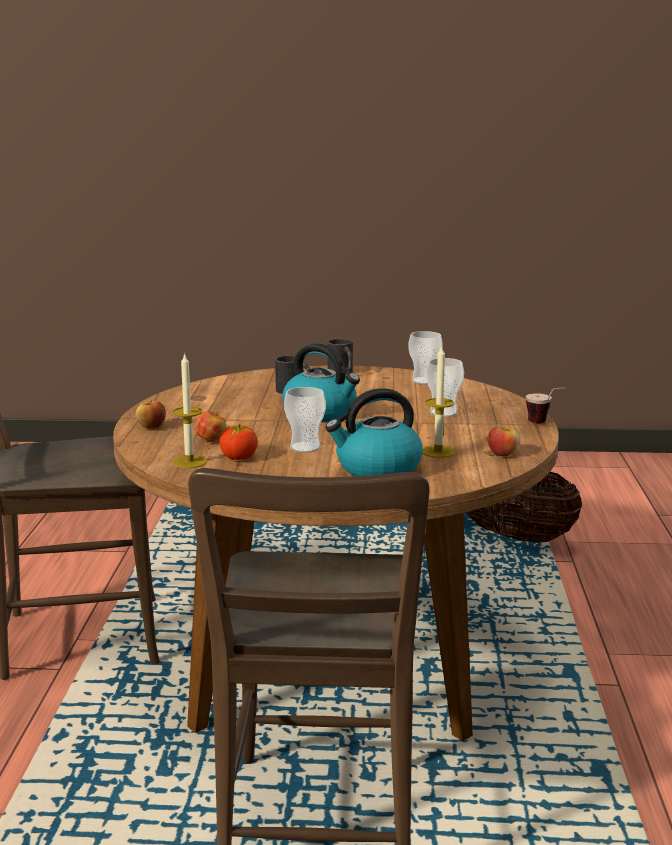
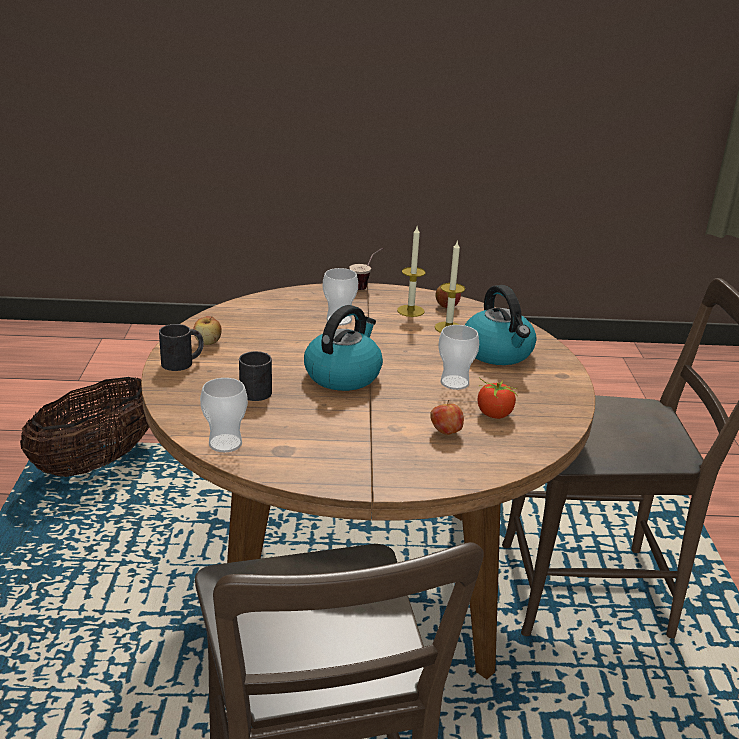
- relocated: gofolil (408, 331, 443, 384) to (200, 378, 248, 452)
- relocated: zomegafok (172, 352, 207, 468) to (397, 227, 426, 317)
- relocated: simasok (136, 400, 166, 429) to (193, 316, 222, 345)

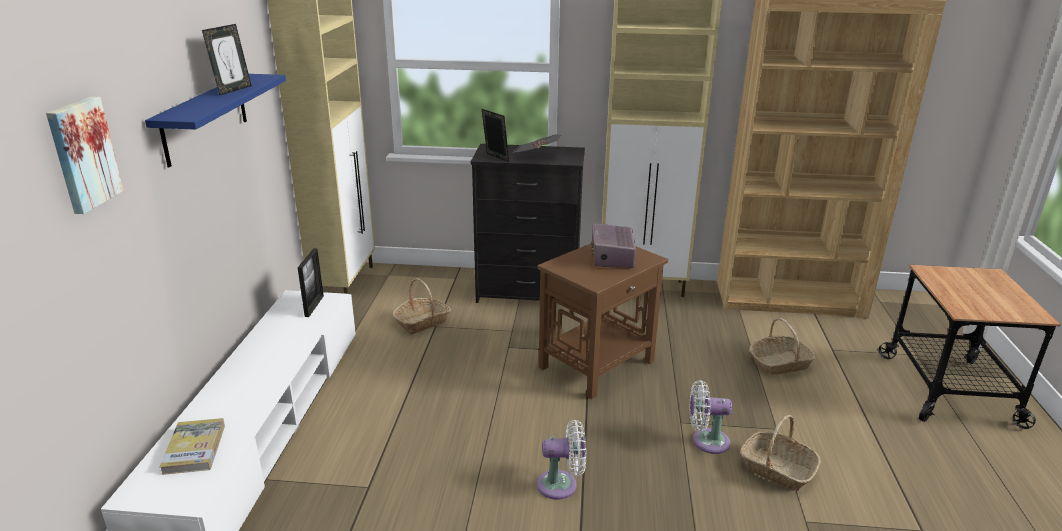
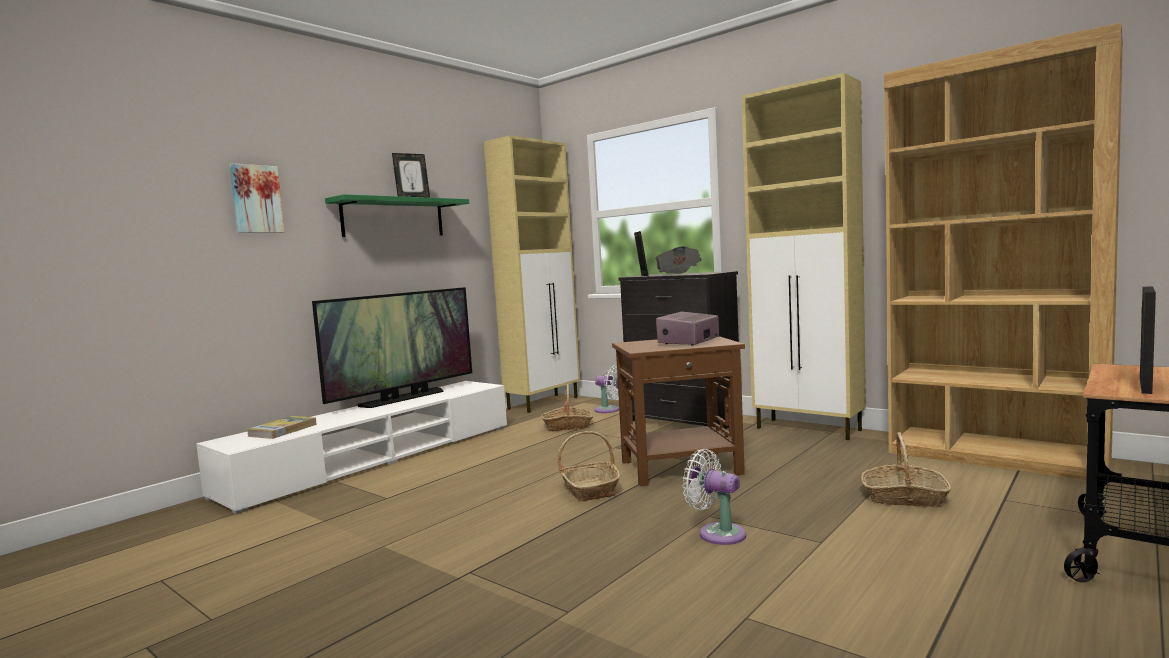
- colour: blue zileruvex (145, 74, 286, 167) to green zileruvex (325, 194, 469, 237)
- relocated: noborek (298, 248, 324, 317) to (1140, 287, 1156, 394)
- relocated: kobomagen (740, 415, 820, 491) to (557, 431, 620, 501)
- relocated: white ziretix (537, 420, 586, 500) to (595, 365, 619, 413)
- appeared: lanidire (312, 287, 472, 408)

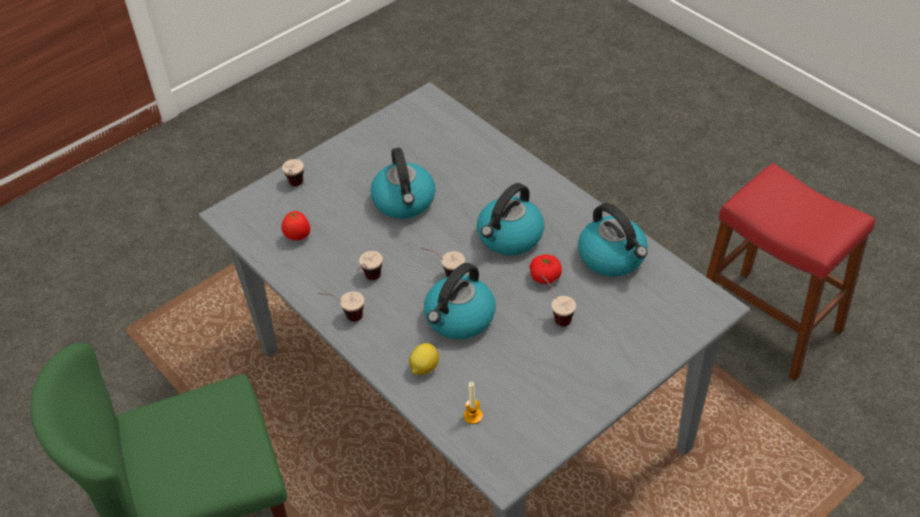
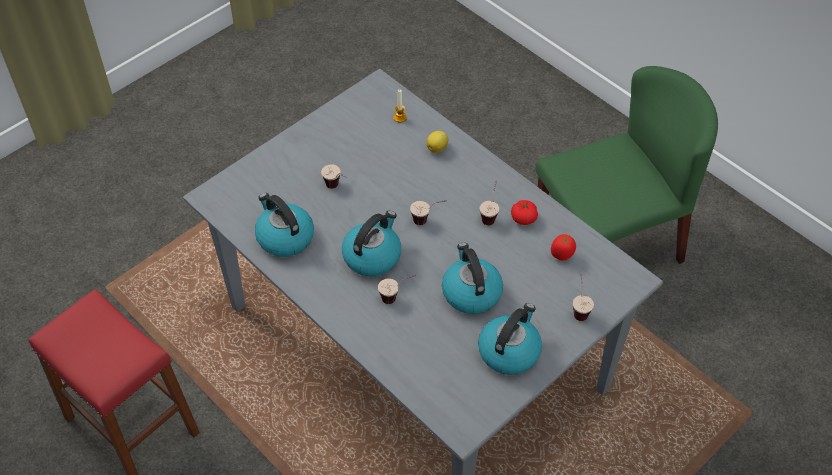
- relocated: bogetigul (530, 254, 562, 284) to (511, 200, 538, 225)
- relocated: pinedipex (424, 263, 496, 339) to (478, 303, 542, 375)
- relocated: gofolil (318, 291, 364, 322) to (378, 275, 416, 304)

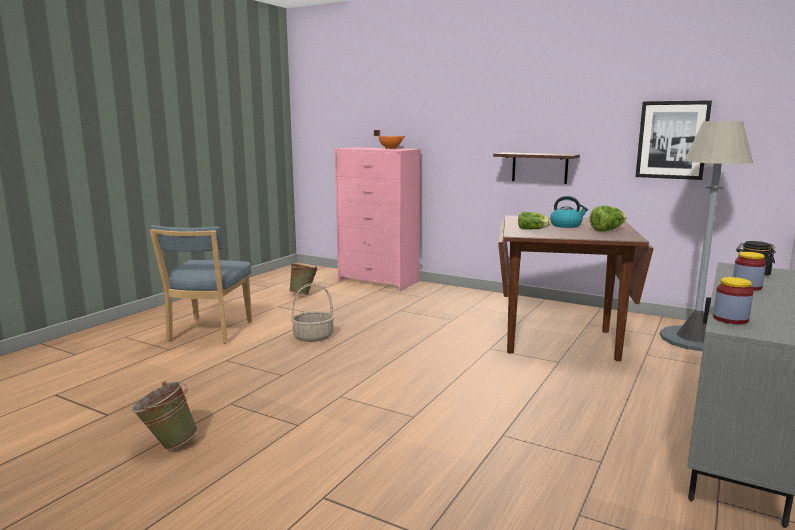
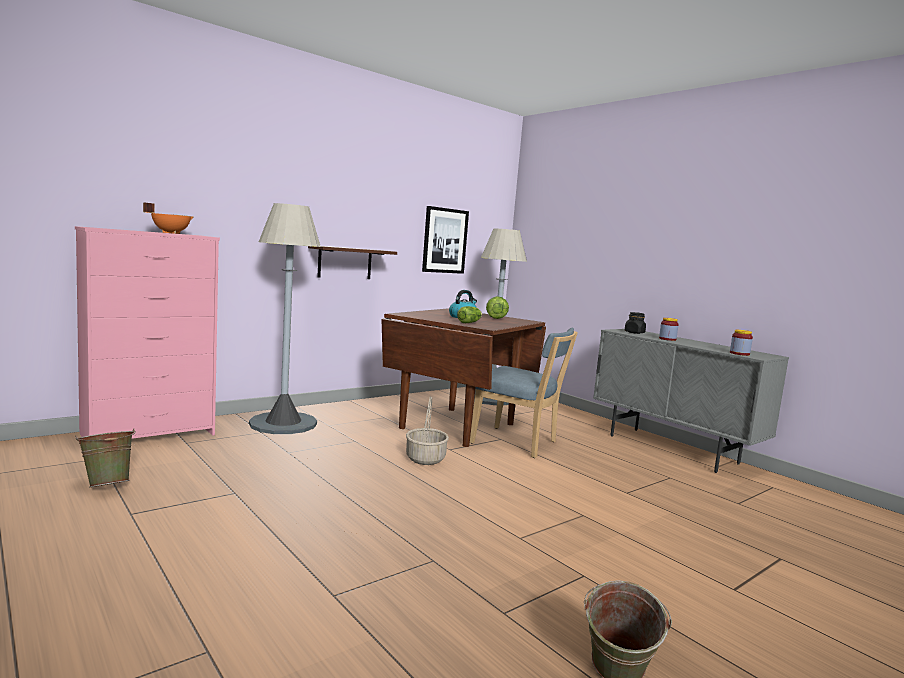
- relocated: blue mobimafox (149, 225, 252, 344) to (470, 327, 578, 458)
- relocated: kobomagen (291, 283, 335, 342) to (406, 396, 449, 465)
- appeared: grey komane (249, 203, 321, 434)

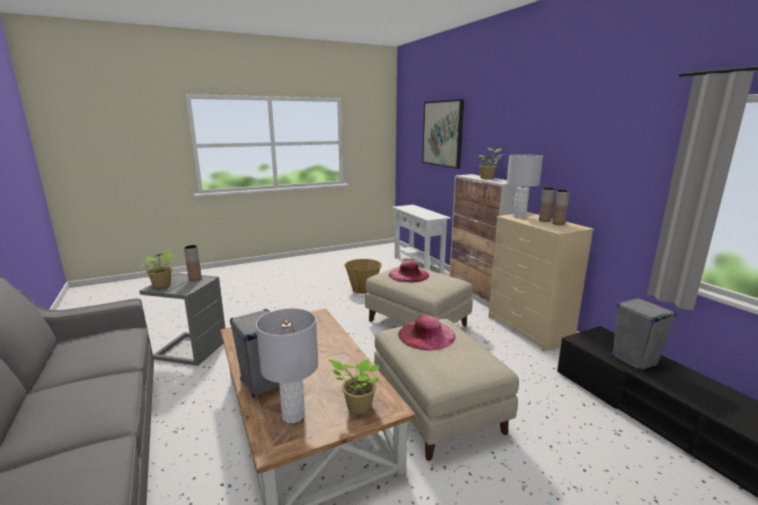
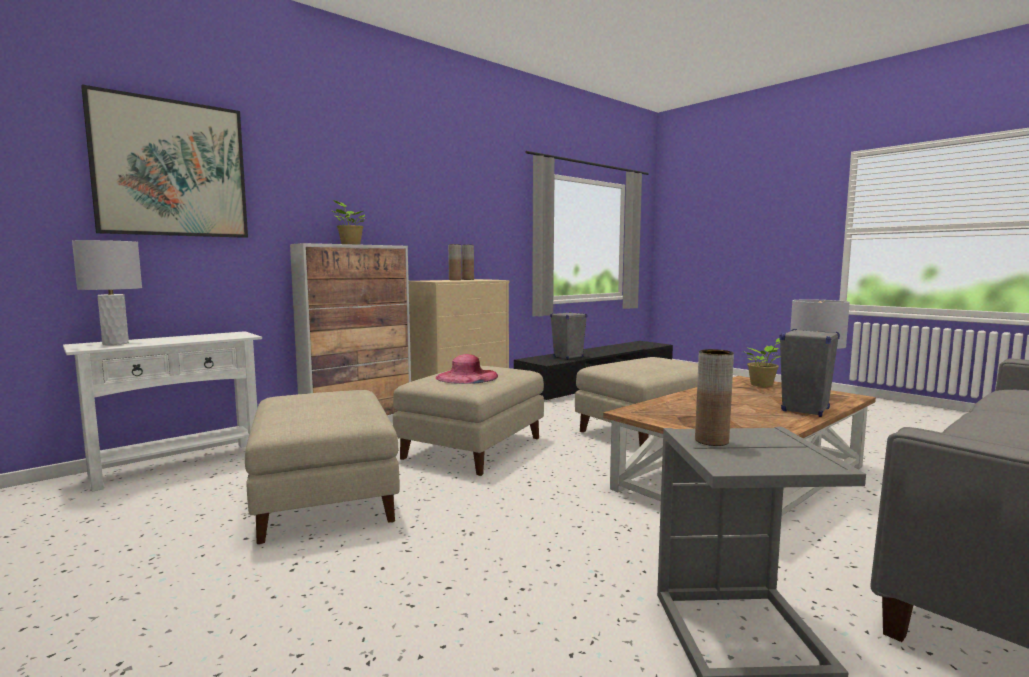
- relocated: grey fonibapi (507, 154, 543, 218) to (72, 240, 142, 345)
- missing: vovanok (142, 249, 175, 288)
- exchanged: kobomagen (344, 259, 382, 294) to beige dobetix (245, 390, 399, 545)
- missing: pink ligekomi (398, 315, 456, 350)

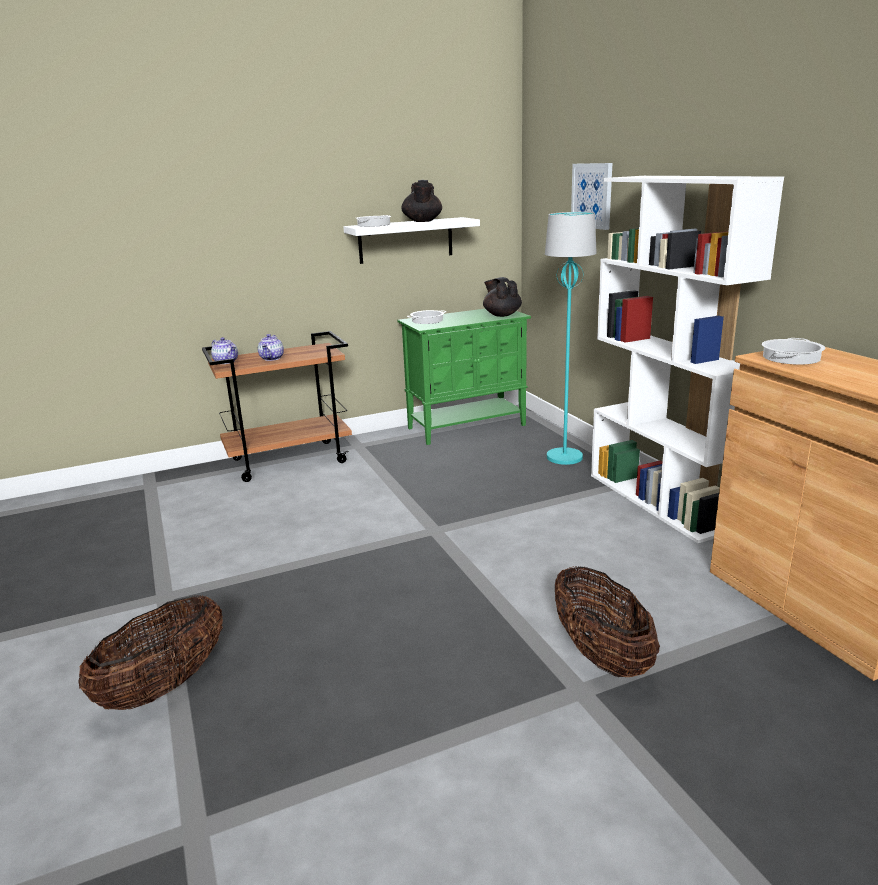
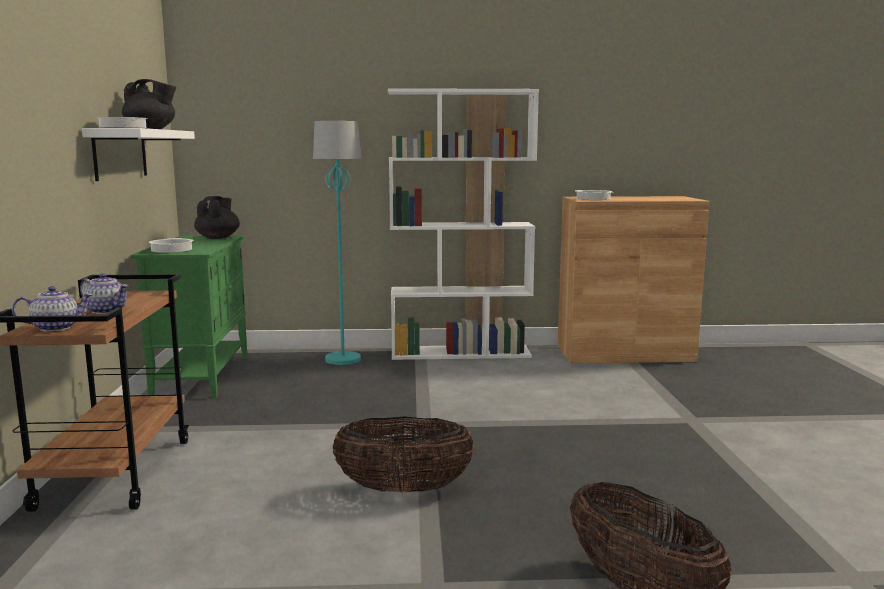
- missing: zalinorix (571, 163, 612, 230)
- spun: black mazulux (483, 277, 522, 317) = (194, 196, 240, 239) 105 degrees clockwise
- relocated: kobomagen (555, 567, 660, 677) to (333, 416, 474, 492)

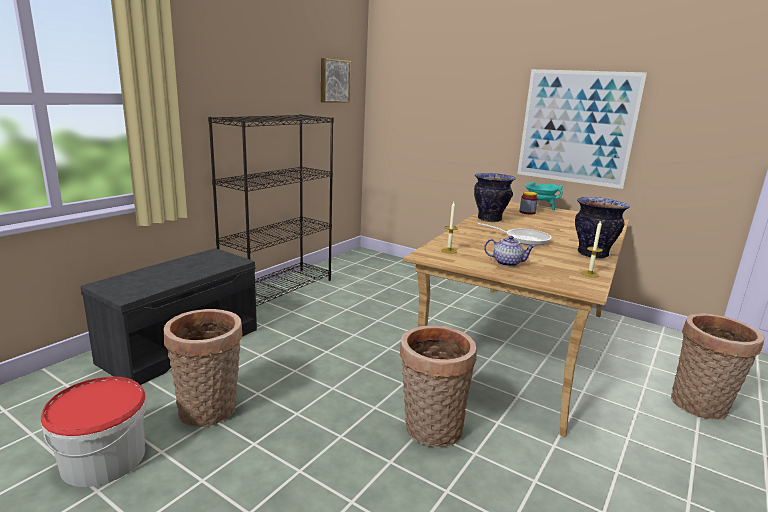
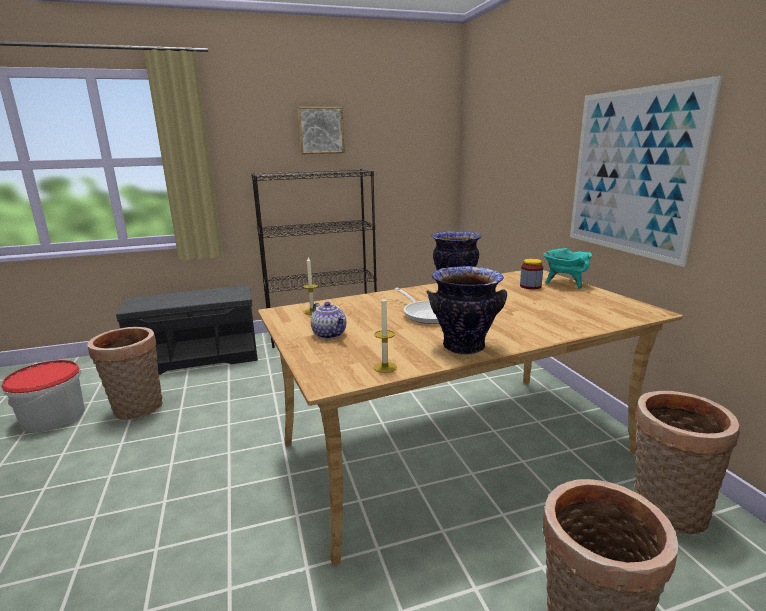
- relocated: zalinorix (321, 58, 351, 103) to (298, 107, 345, 154)
- relocated: kobomagen (399, 325, 477, 447) to (635, 391, 740, 534)

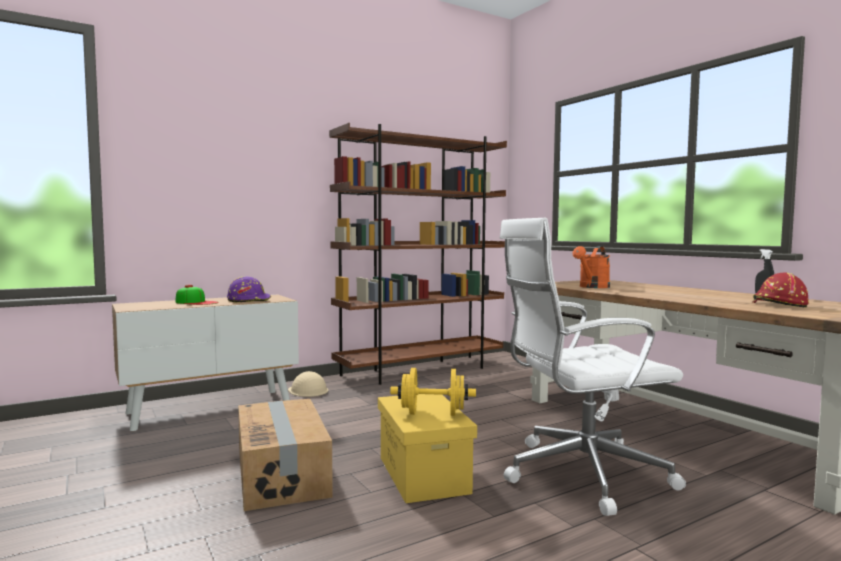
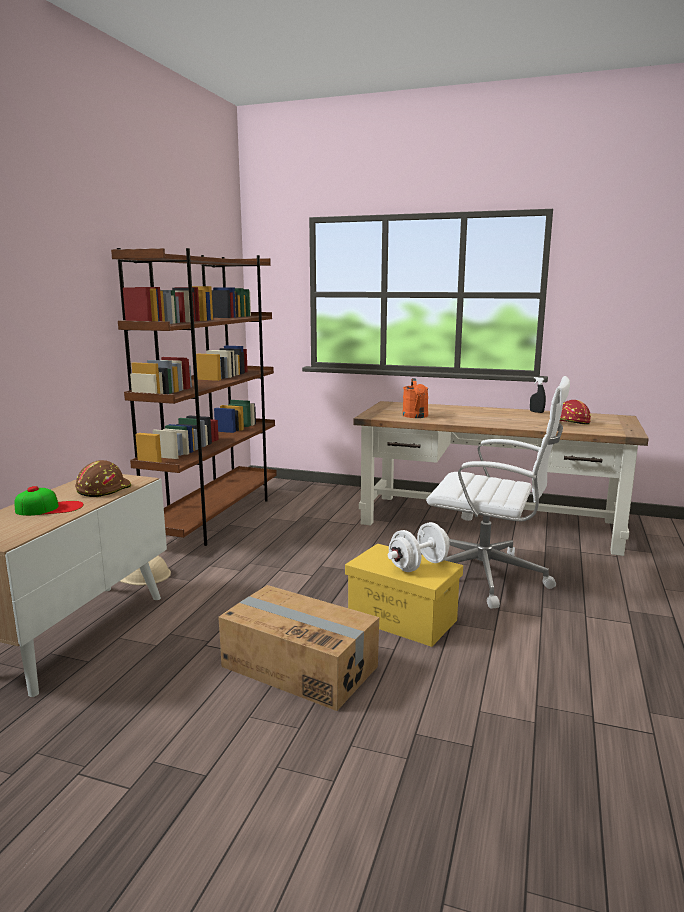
- spun: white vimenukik (500, 218, 686, 516) = (426, 376, 570, 609) 105 degrees counterclockwise
- colour: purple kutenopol (227, 276, 271, 302) to brown kutenopol (75, 460, 131, 497)
- colour: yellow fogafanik (390, 368, 476, 416) to white fogafanik (388, 522, 450, 572)

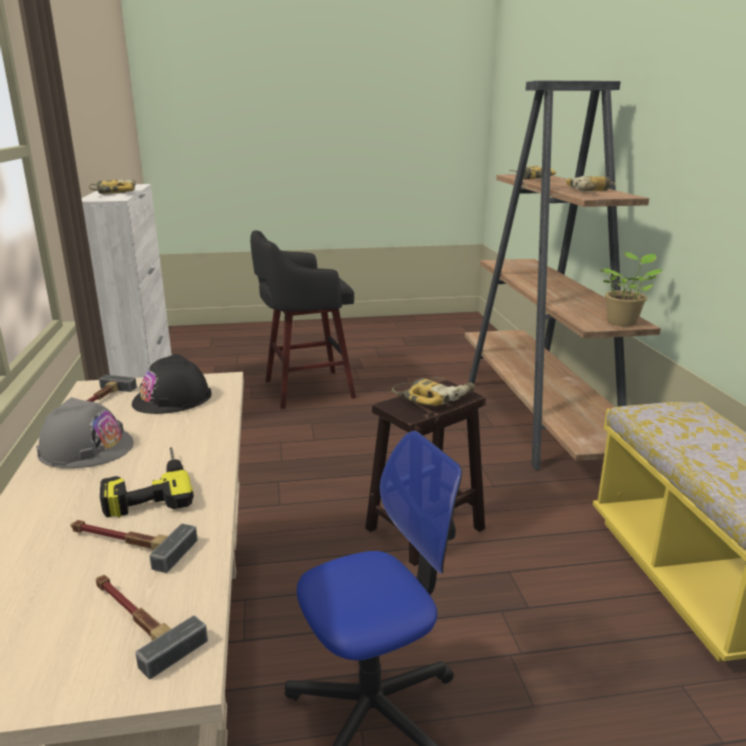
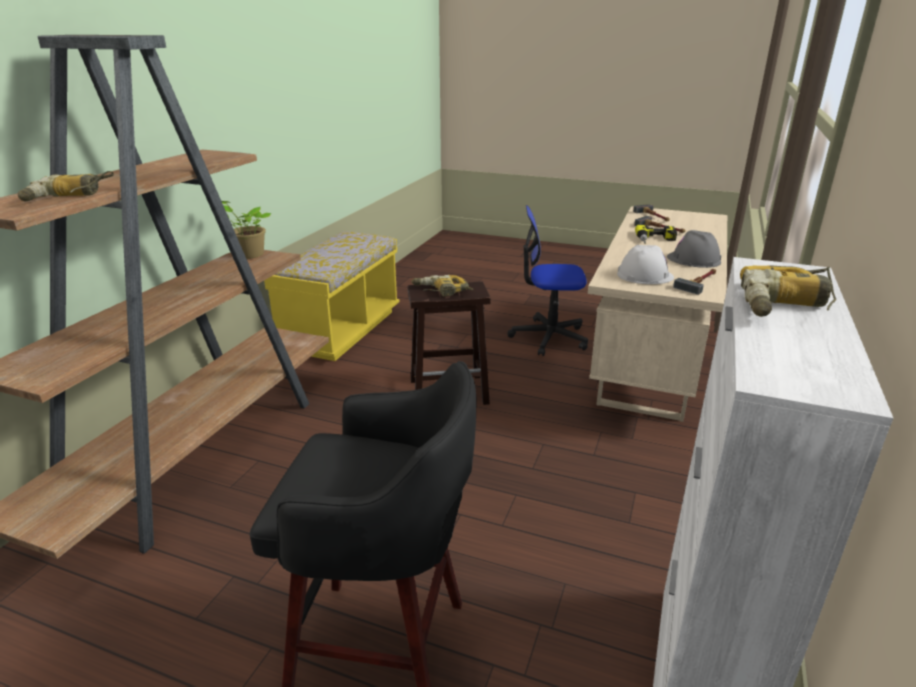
- missing: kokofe (566, 176, 616, 191)
- colour: black kutenopol (132, 354, 212, 414) to white kutenopol (617, 245, 674, 284)

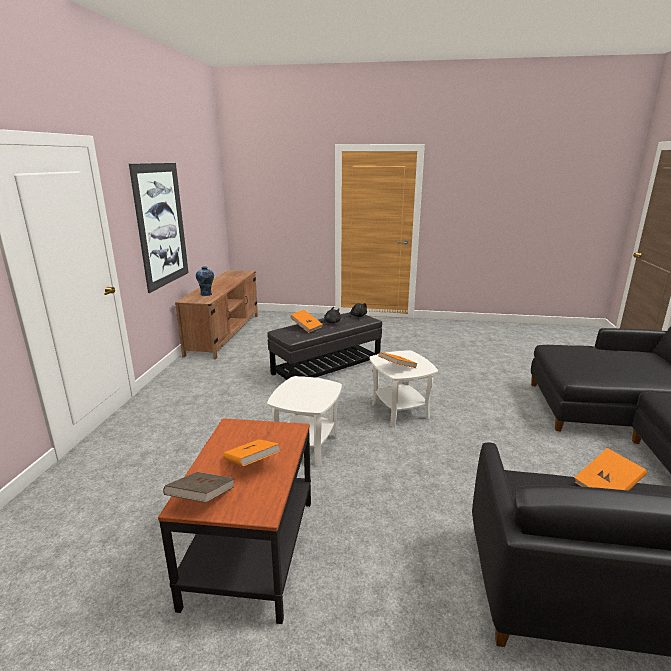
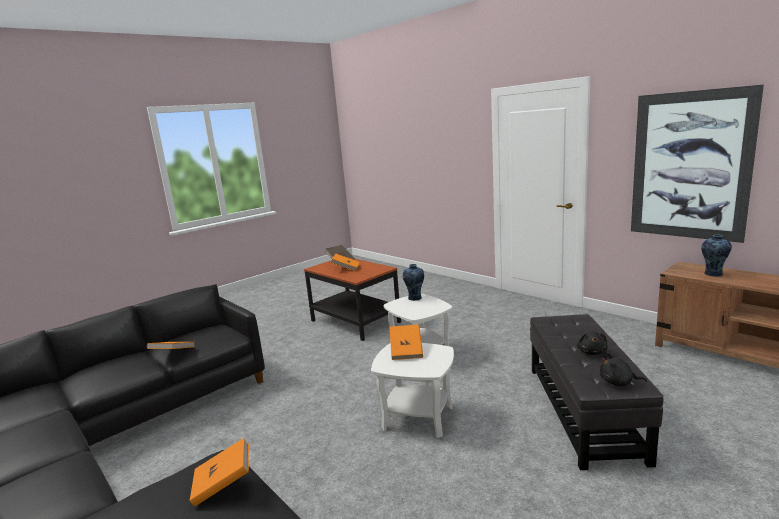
- relocated: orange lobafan (290, 310, 323, 333) to (190, 438, 249, 506)
- appeared: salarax (403, 264, 424, 301)

